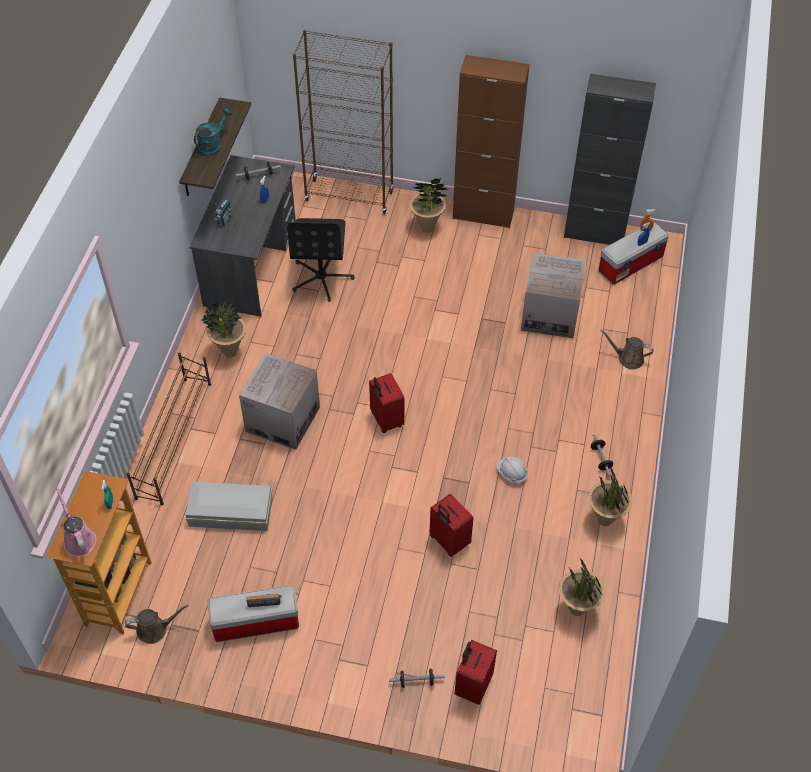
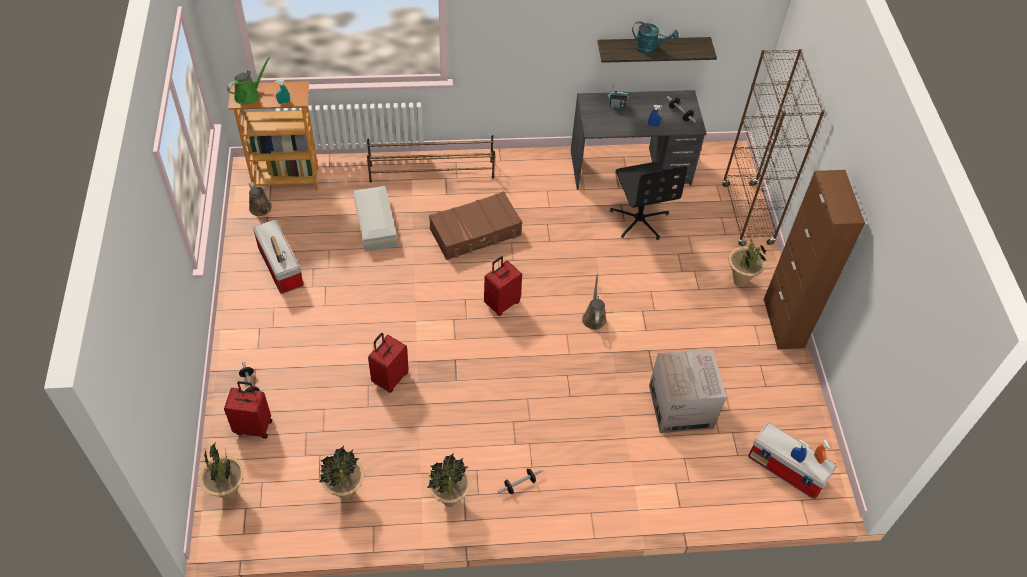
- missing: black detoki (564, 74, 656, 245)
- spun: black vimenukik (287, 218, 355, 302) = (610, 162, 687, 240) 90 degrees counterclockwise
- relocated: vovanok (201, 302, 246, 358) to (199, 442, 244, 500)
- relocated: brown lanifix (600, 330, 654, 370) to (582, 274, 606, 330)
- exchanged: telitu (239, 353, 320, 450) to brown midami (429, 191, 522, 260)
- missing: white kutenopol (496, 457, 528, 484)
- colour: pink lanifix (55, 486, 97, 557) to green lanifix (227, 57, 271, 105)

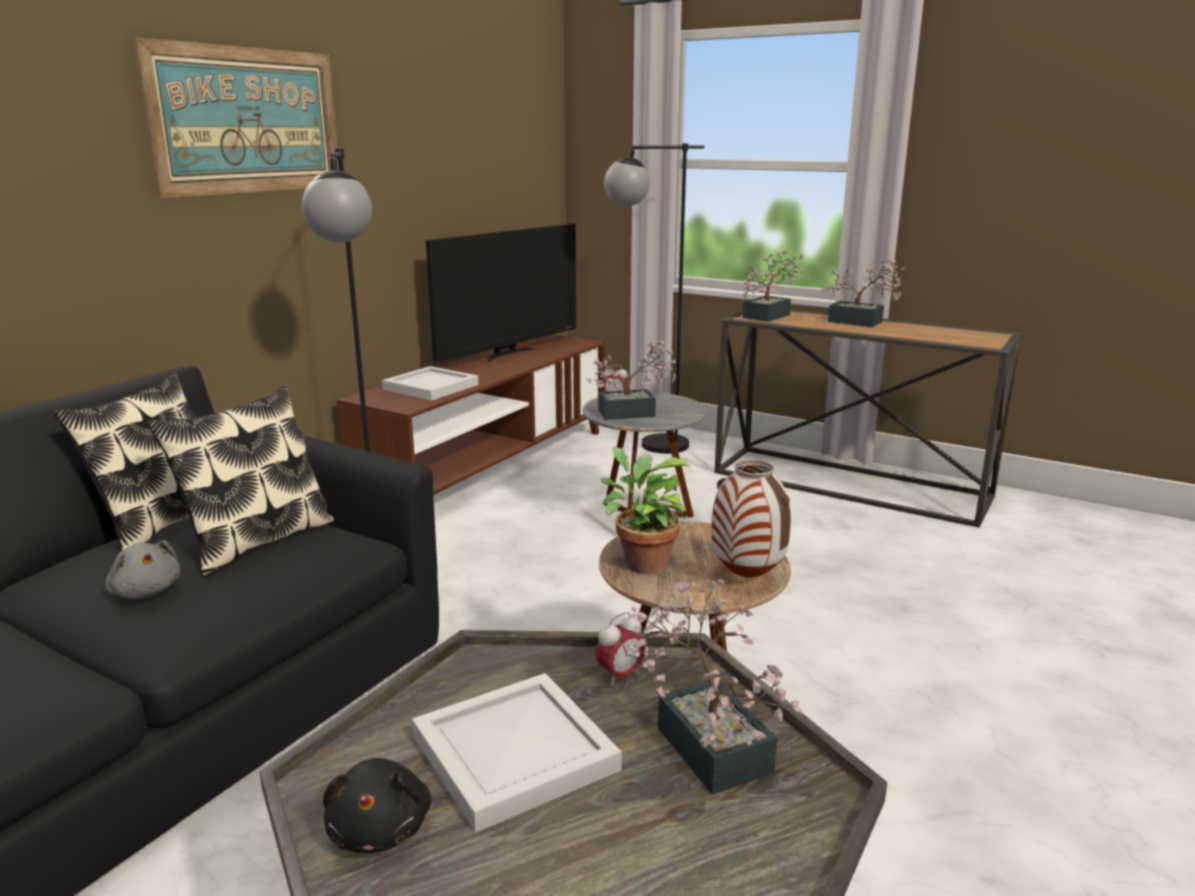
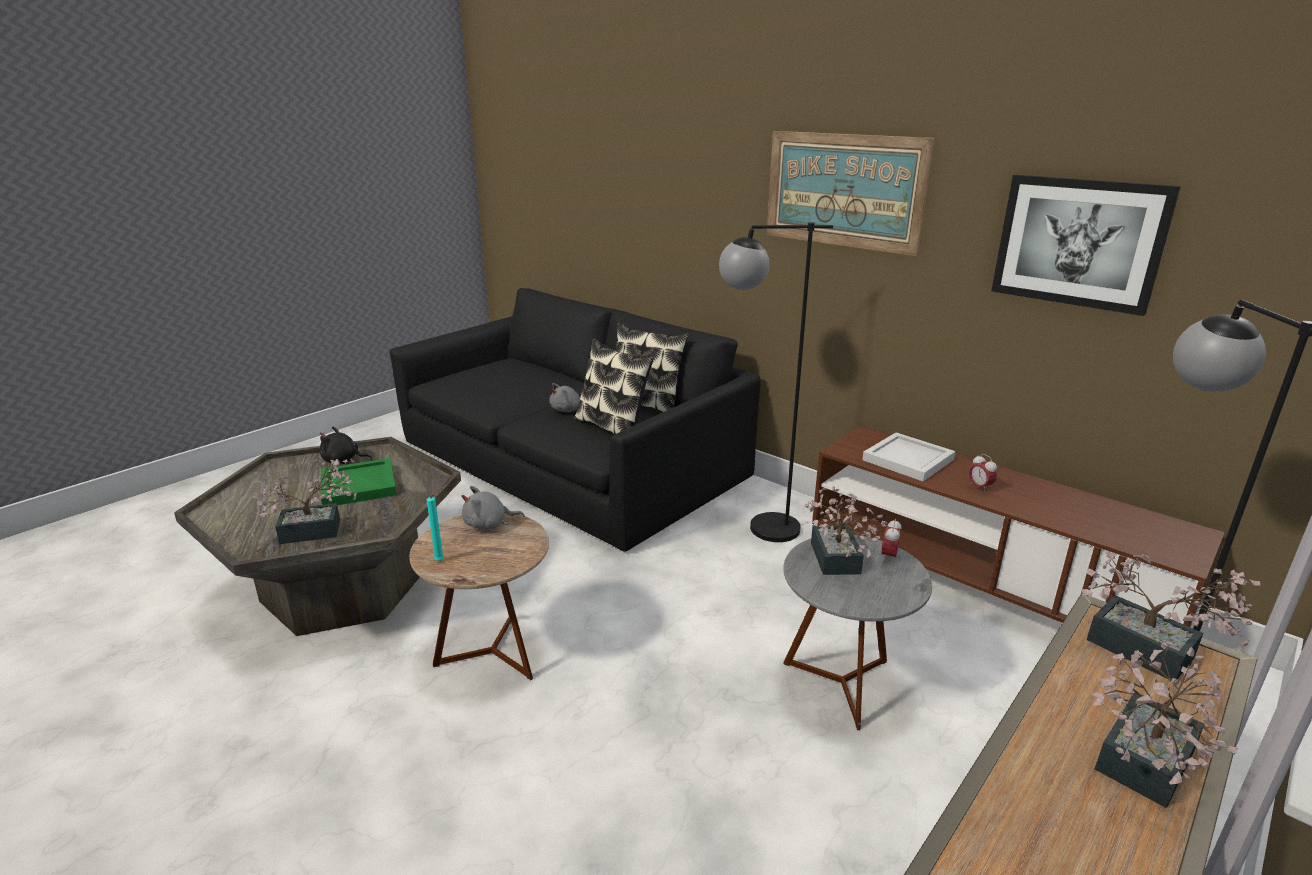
- missing: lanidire (426, 223, 576, 363)
- exchanged: vovanok (600, 447, 691, 574) to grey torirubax (461, 486, 524, 530)
- exchanged: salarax (711, 460, 791, 578) to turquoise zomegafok (427, 494, 444, 561)
- relocated: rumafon (595, 612, 645, 686) to (969, 454, 997, 493)
- colour: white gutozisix (412, 673, 622, 833) to green gutozisix (321, 458, 397, 505)
- appeared: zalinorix (991, 175, 1181, 316)

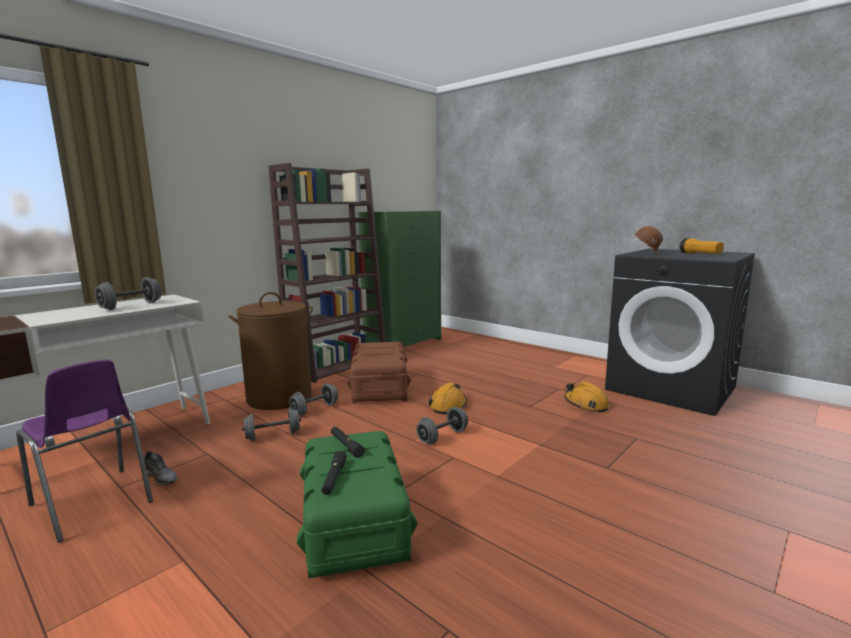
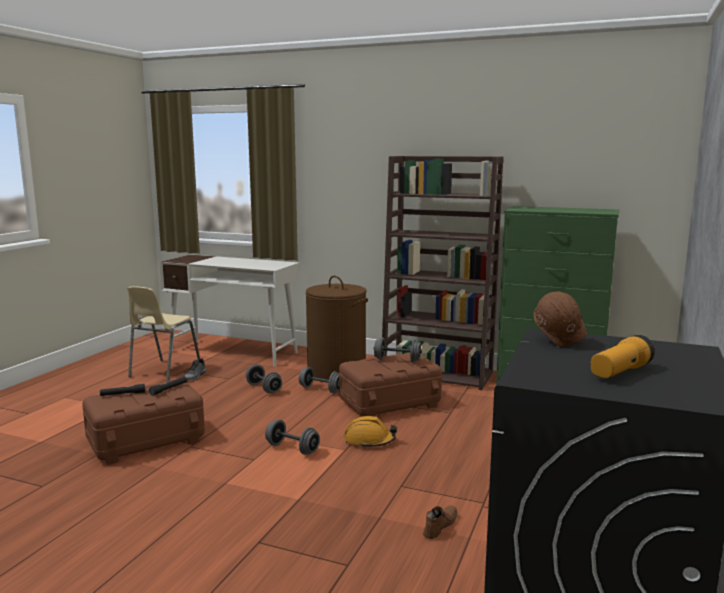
- relocated: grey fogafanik (95, 277, 161, 310) to (374, 337, 422, 363)
- colour: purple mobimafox (16, 359, 153, 542) to beige mobimafox (127, 286, 200, 382)
- exchanged: orange kutenopol (565, 381, 610, 412) to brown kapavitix (423, 505, 458, 539)
- colour: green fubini (297, 431, 418, 578) to brown fubini (82, 380, 205, 465)

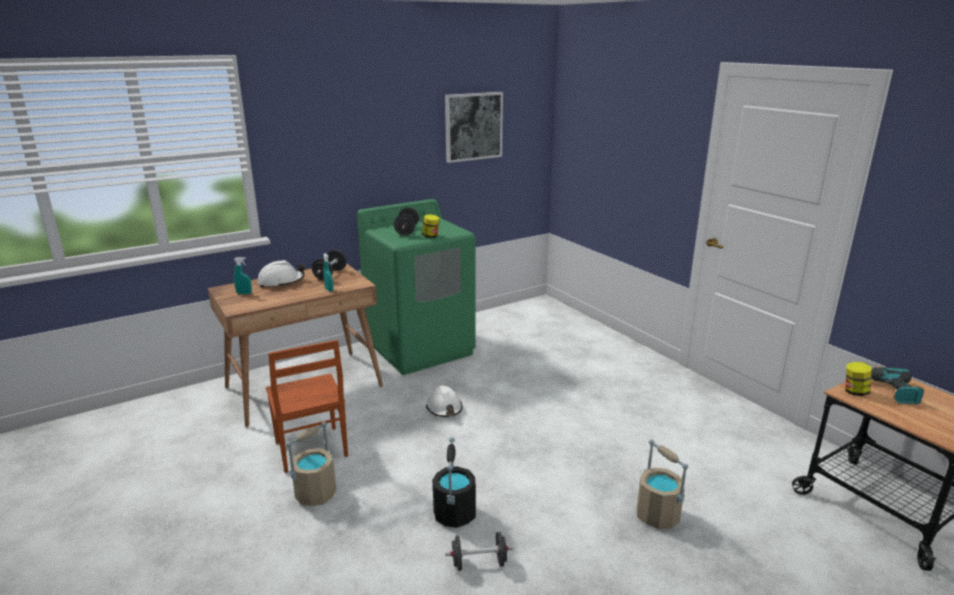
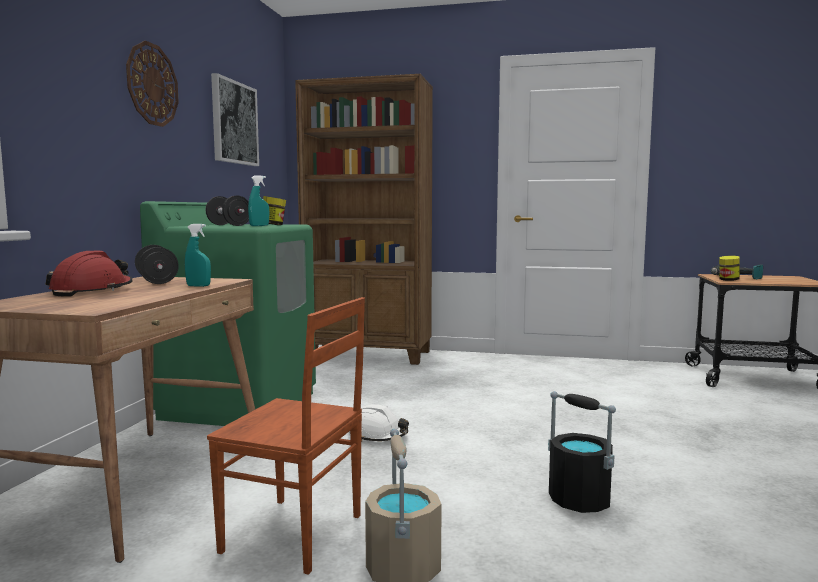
- relocated: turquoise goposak (234, 257, 252, 294) to (248, 176, 269, 226)
- colour: white kutenopol (258, 260, 305, 288) to red kutenopol (45, 251, 133, 297)
- missing: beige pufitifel (637, 439, 688, 529)
- missing: black fogafanik (445, 532, 513, 571)
- appeared: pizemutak (126, 40, 179, 127)
- appeared: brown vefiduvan (295, 74, 433, 365)

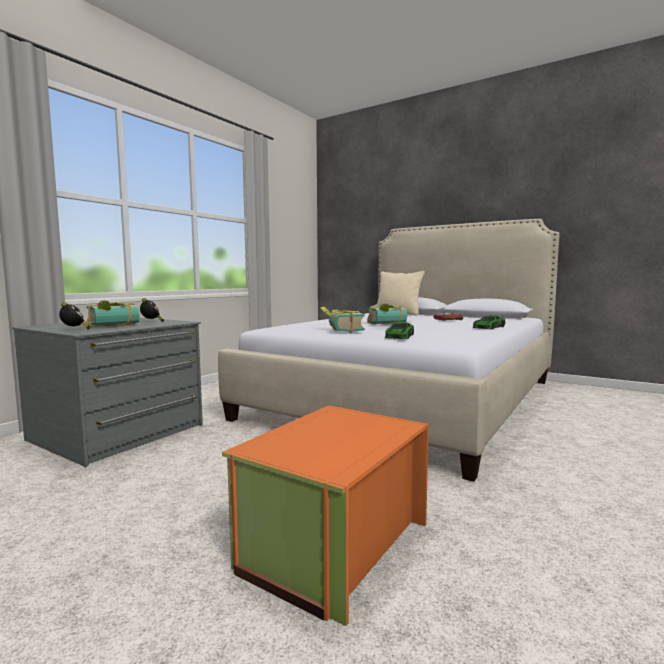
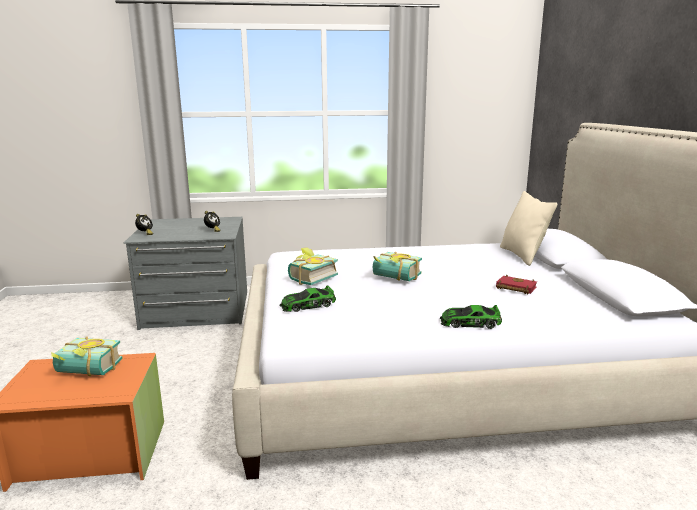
- relocated: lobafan (87, 301, 139, 327) to (50, 336, 123, 376)

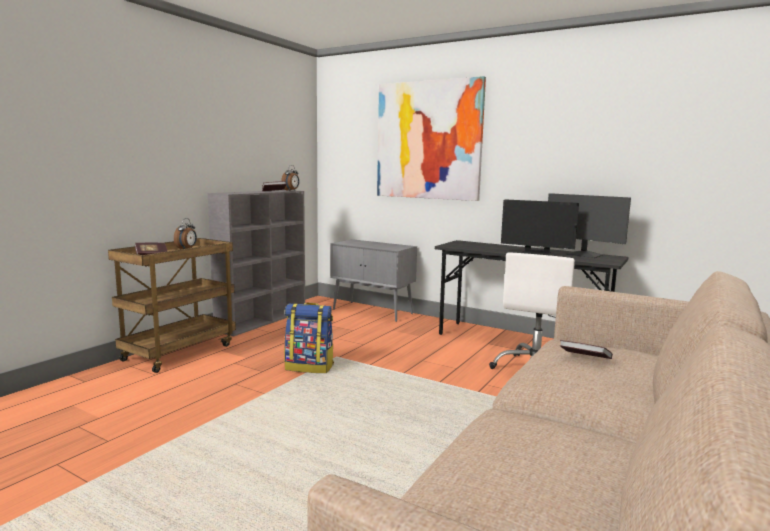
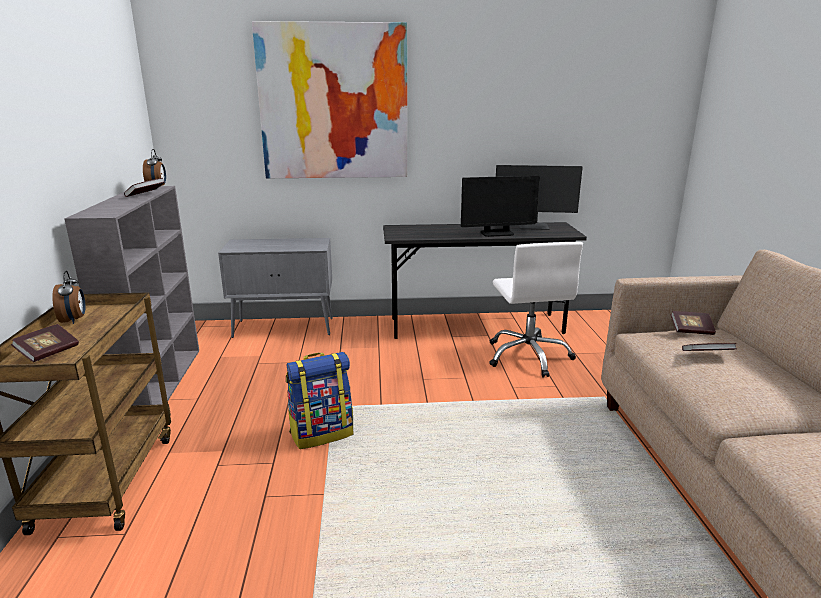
- appeared: lobafan (670, 311, 716, 335)

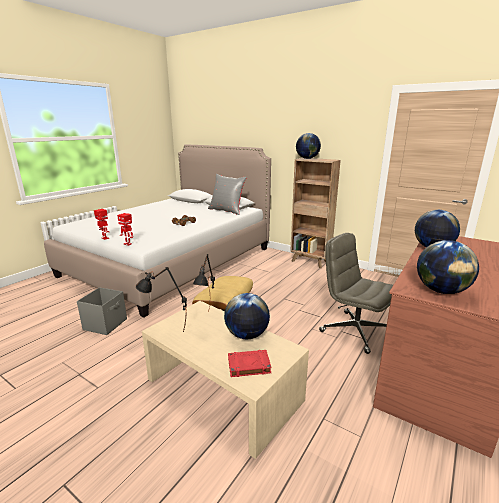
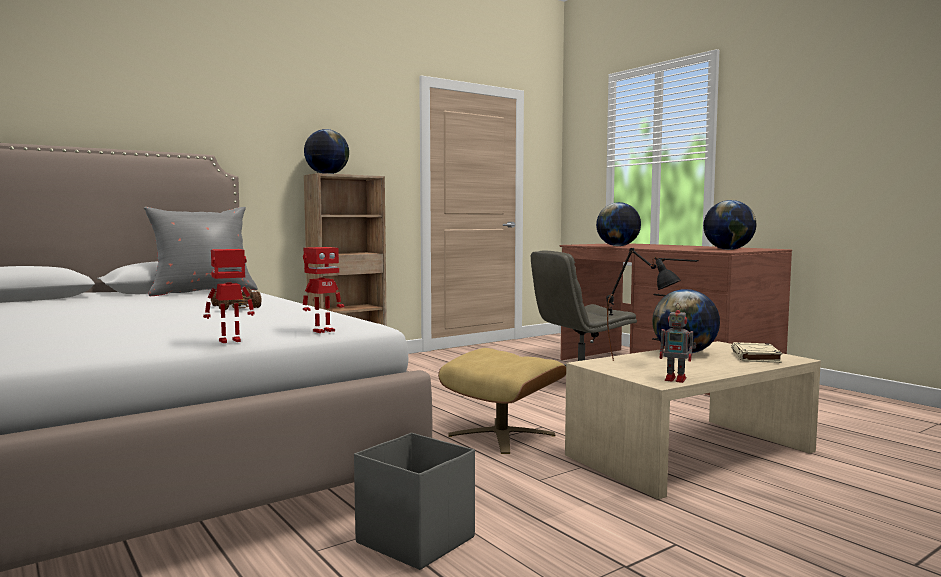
- exchanged: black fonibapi (136, 267, 187, 331) to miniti (660, 303, 696, 383)
- colour: red lobafan (228, 350, 272, 377) to beige lobafan (731, 342, 782, 363)

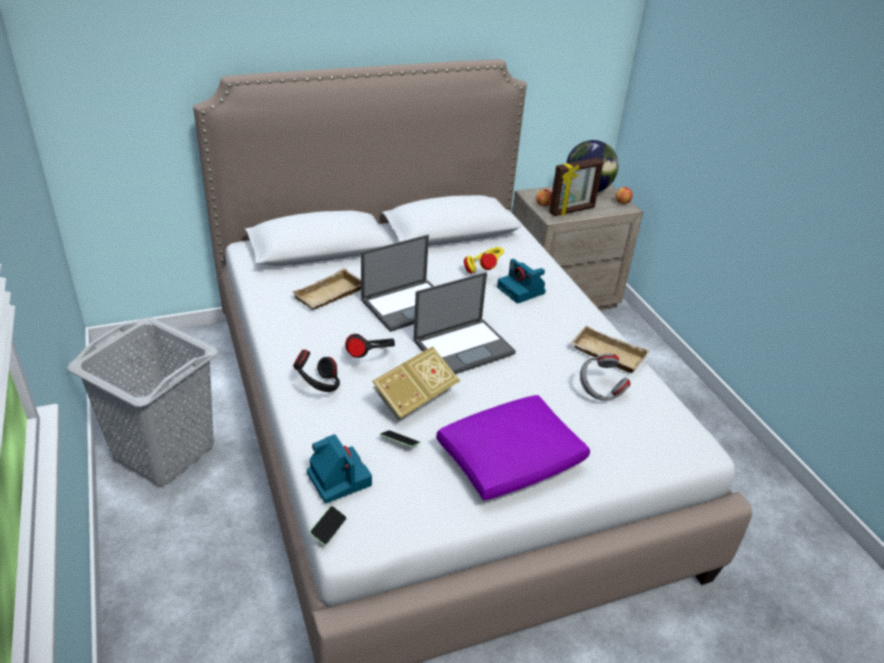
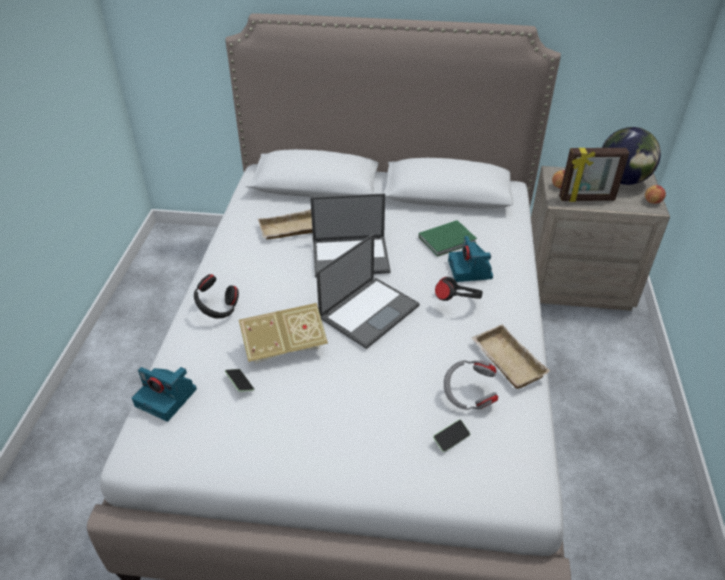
- exchanged: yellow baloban (464, 247, 504, 274) to green lobafan (419, 220, 477, 257)
- spun: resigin (413, 272, 516, 374) = (316, 233, 420, 349) 45 degrees counterclockwise
- missing: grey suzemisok (67, 317, 218, 486)
- relocated: black baloban (345, 334, 395, 358) to (435, 277, 482, 301)
- missing: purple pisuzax (436, 395, 590, 500)
- spun: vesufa (307, 434, 372, 503) = (132, 367, 197, 422) 120 degrees clockwise
- relocated: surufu (309, 506, 347, 545) to (433, 419, 470, 452)

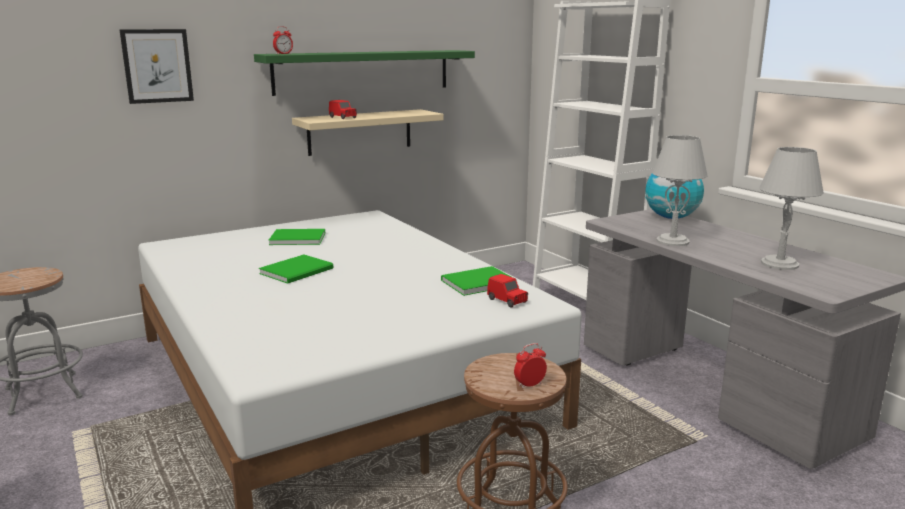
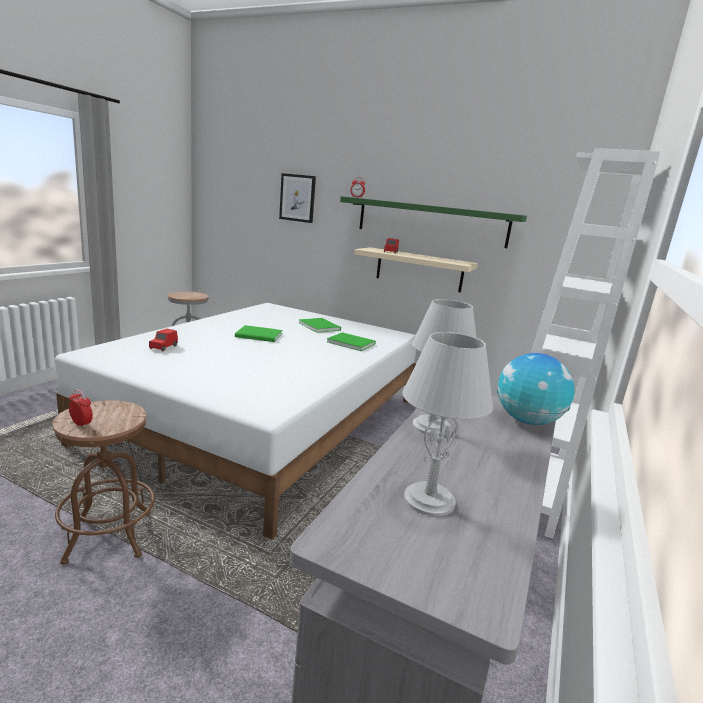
- relocated: green lobafan (441, 266, 517, 296) to (327, 332, 376, 351)
- relocated: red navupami (487, 274, 528, 307) to (149, 329, 178, 351)

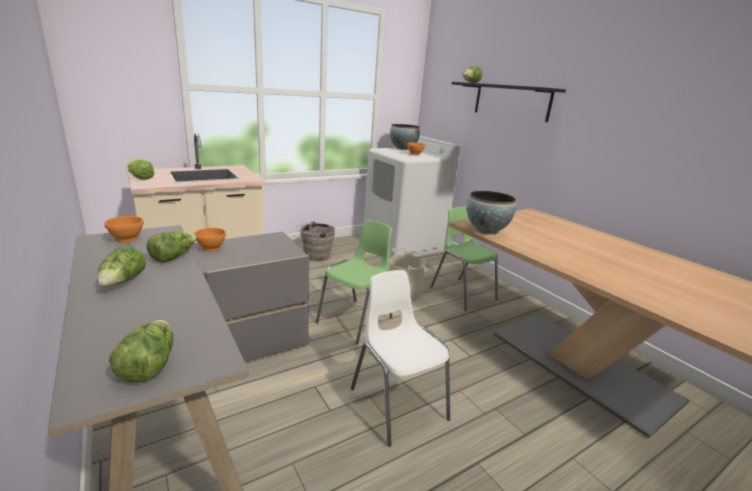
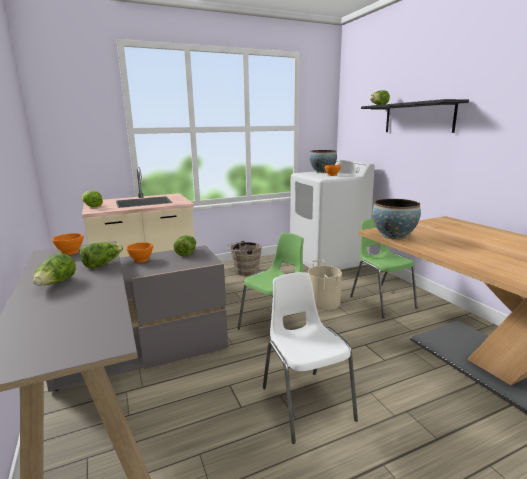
- relocated: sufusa (109, 320, 174, 383) to (173, 235, 196, 256)

